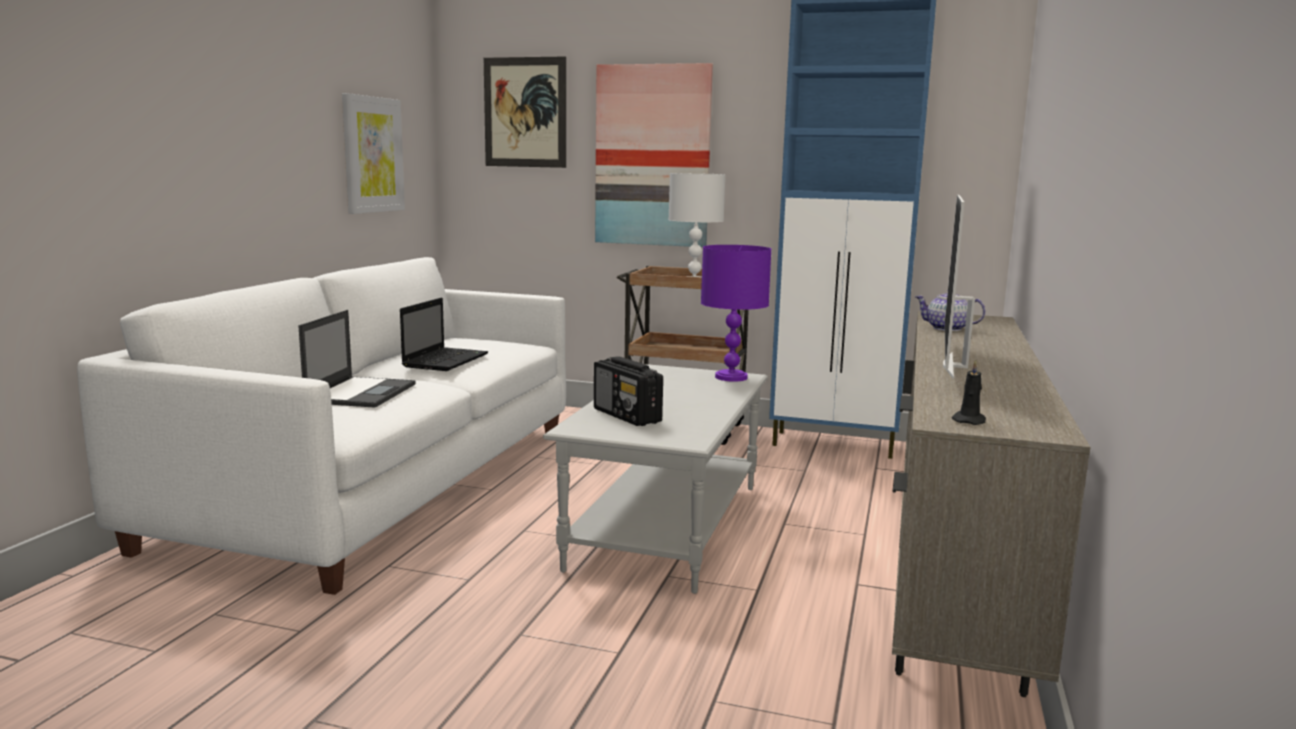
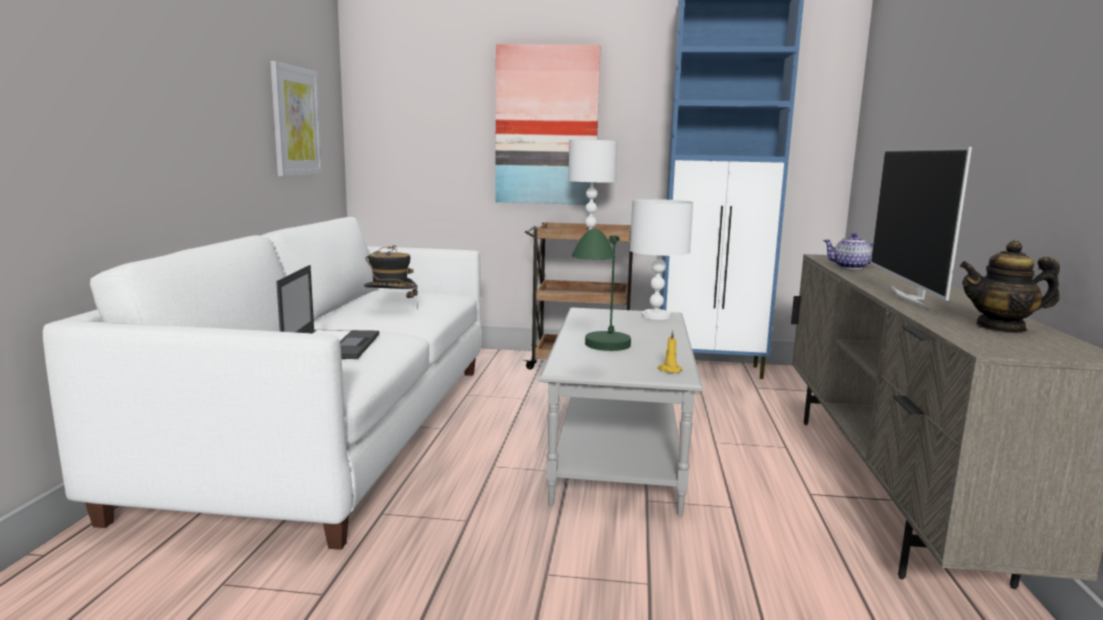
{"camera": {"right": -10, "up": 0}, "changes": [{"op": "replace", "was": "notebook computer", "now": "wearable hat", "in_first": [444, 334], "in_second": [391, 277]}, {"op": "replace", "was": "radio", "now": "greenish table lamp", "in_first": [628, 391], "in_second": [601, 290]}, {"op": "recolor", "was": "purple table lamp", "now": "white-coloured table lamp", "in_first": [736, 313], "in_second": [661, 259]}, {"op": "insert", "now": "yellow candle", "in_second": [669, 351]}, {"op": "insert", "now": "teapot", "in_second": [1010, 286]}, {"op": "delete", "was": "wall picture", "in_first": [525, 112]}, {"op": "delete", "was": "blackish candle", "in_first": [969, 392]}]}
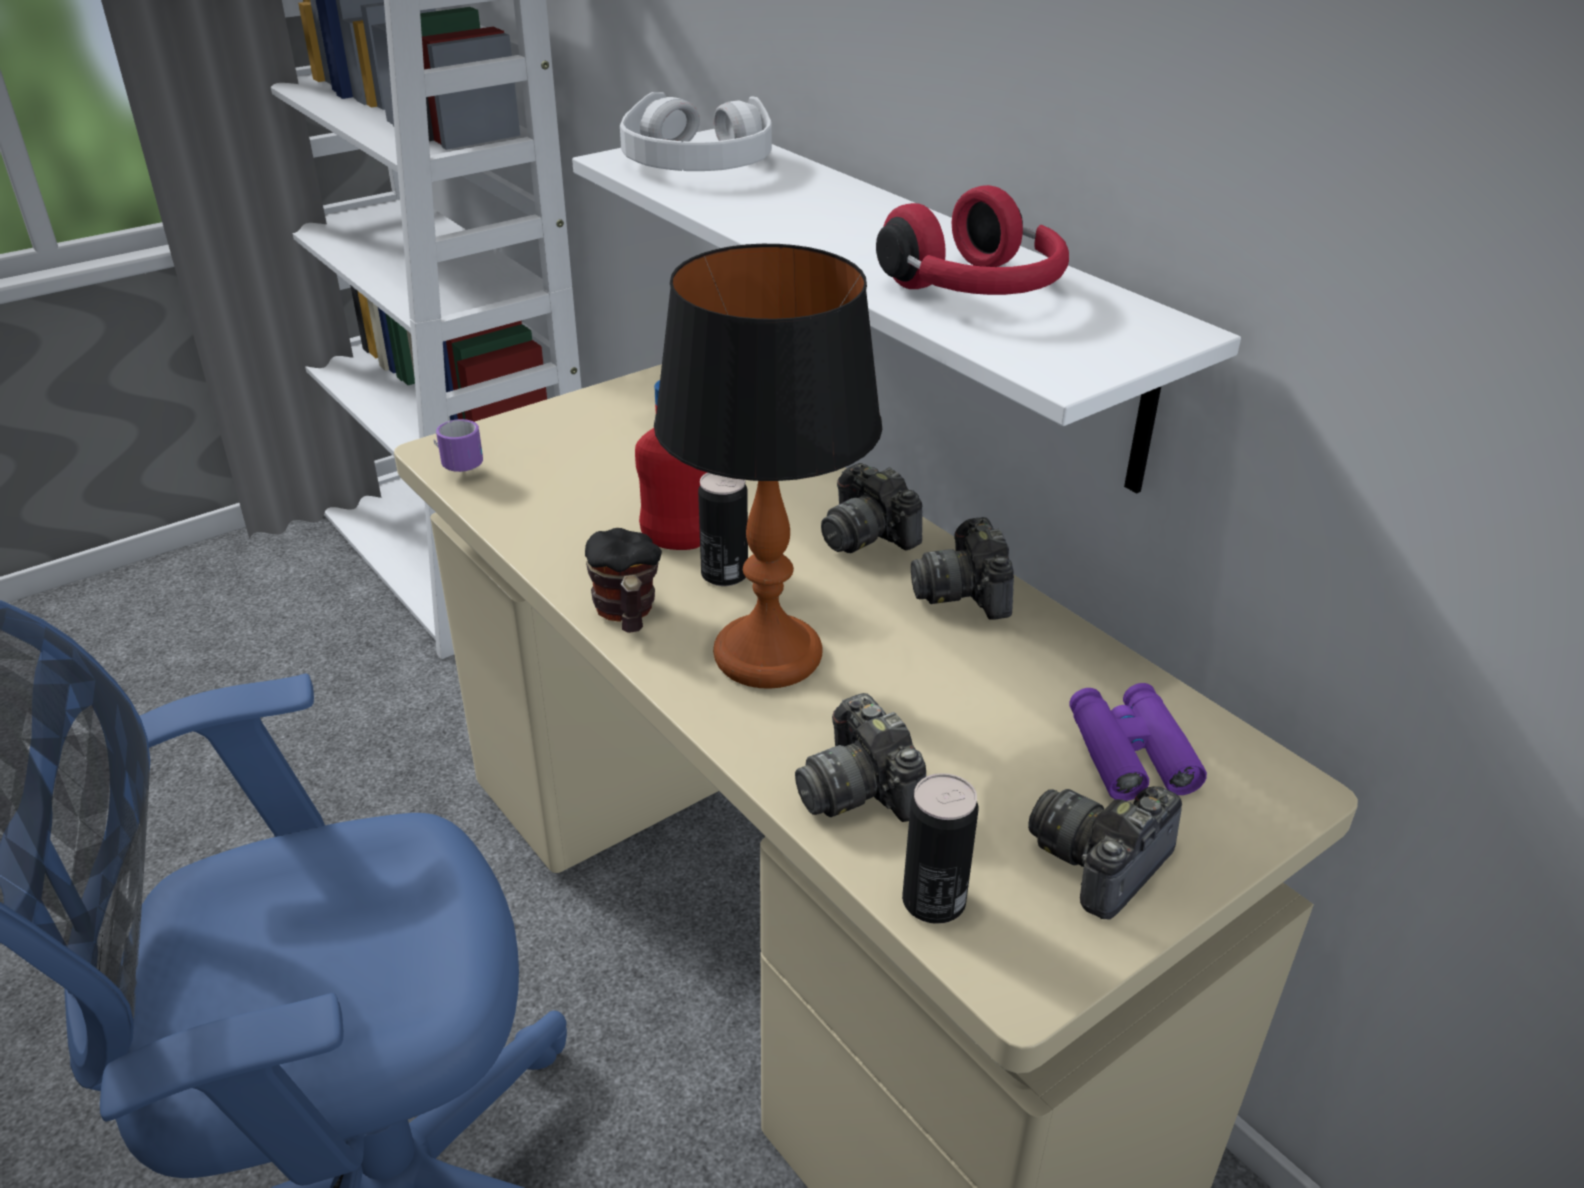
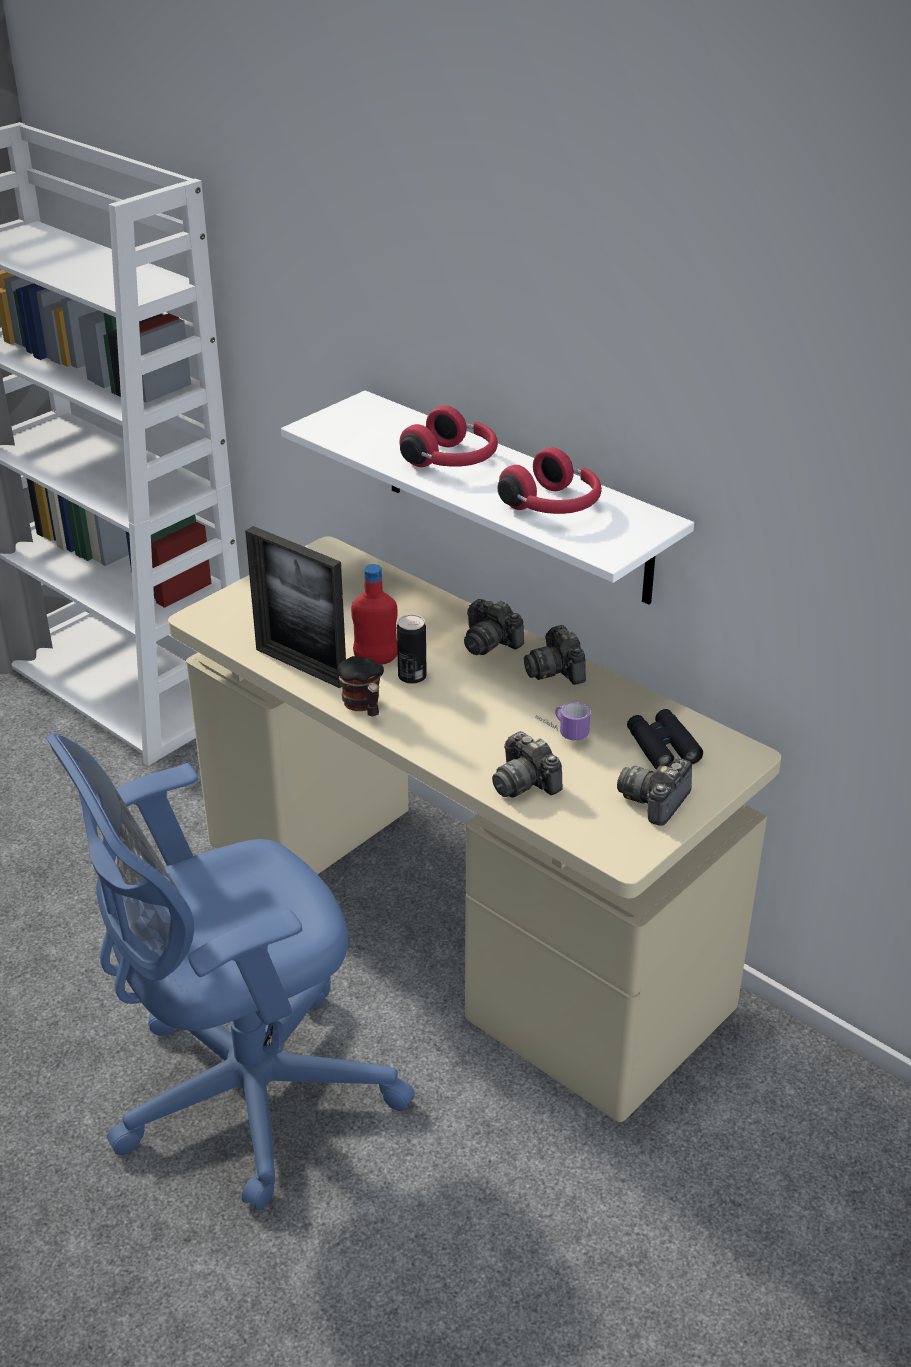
{"camera": {"right": -10, "up": 0}, "changes": [{"op": "insert", "now": "standing frame", "in_second": [295, 607]}, {"op": "insert", "now": "red pair of headphones", "in_second": [448, 436]}, {"op": "move", "was": "mug", "in_first": [458, 445], "in_second": [563, 721]}, {"op": "recolor", "was": "purple field glasses", "now": "blackish field glasses", "in_first": [1138, 742], "in_second": [665, 739]}, {"op": "delete", "was": "white-coloured pair of headphones", "in_first": [696, 131]}, {"op": "delete", "was": "table lamp", "in_first": [768, 466]}, {"op": "delete", "was": "metal can", "in_first": [940, 848]}]}
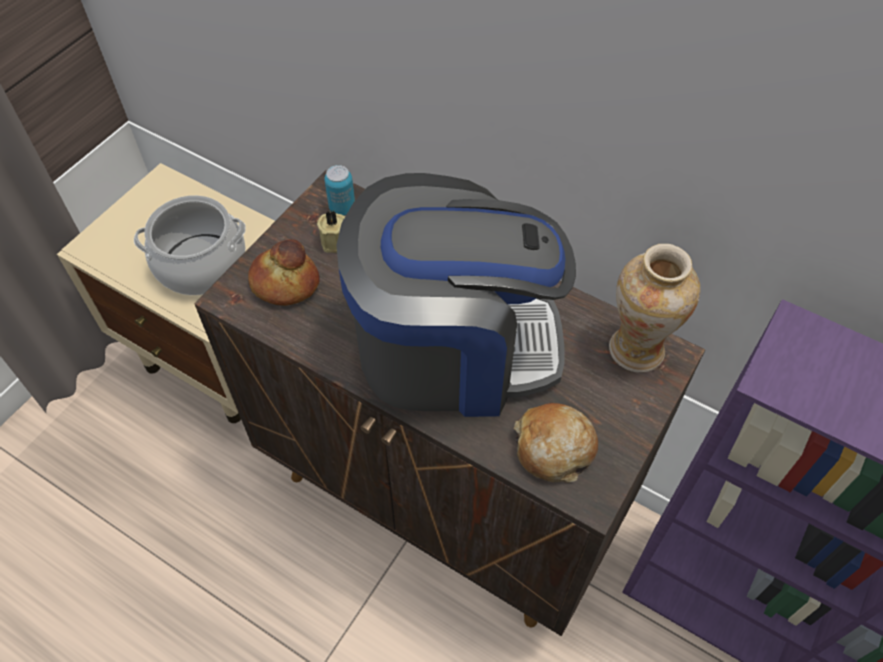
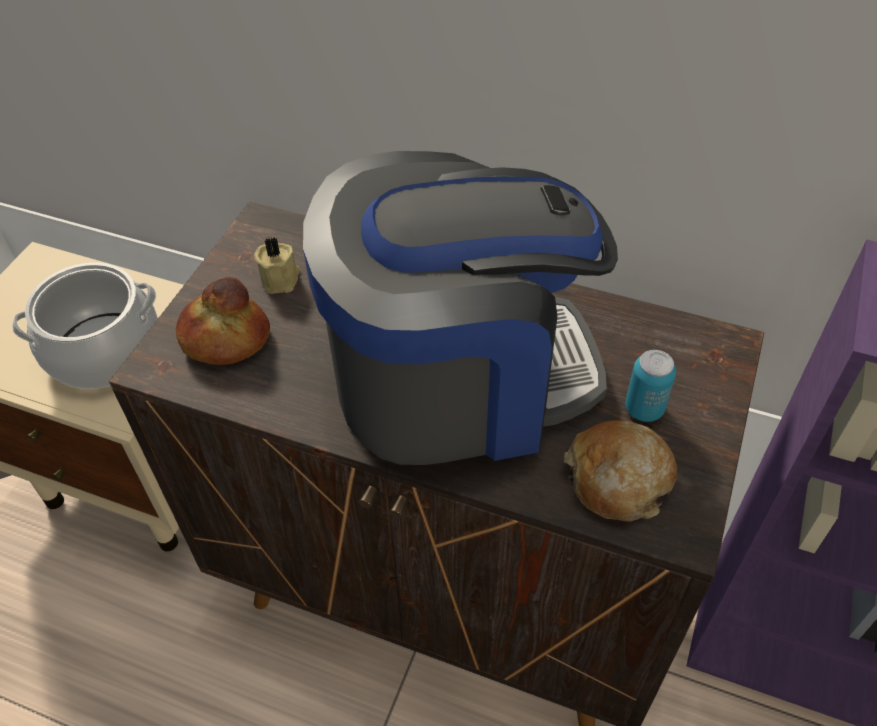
{"camera": {"right": -10, "up": -5}, "changes": [{"op": "move", "was": "metal can", "in_first": [339, 190], "in_second": [650, 386]}, {"op": "delete", "was": "flower vase", "in_first": [654, 308]}]}
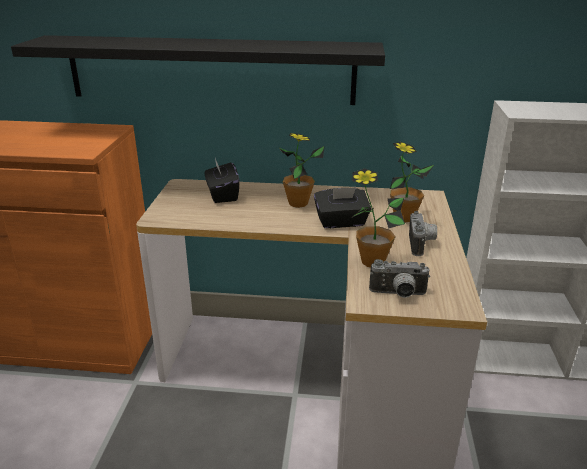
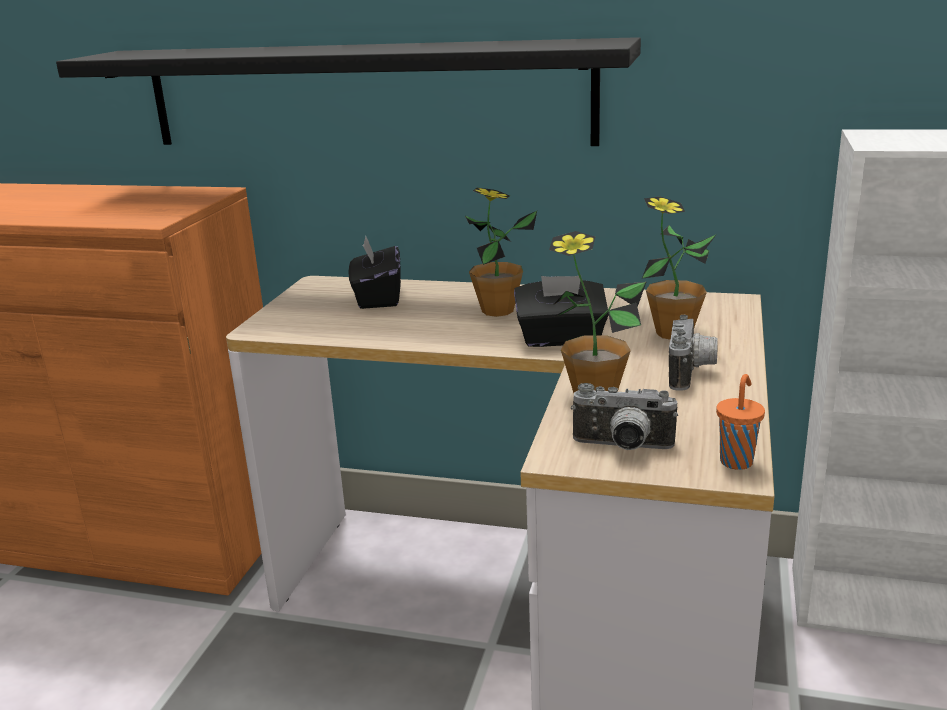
{"camera": {"right": 10, "up": -5}, "changes": [{"op": "insert", "now": "orange small cup", "in_second": [740, 422]}]}
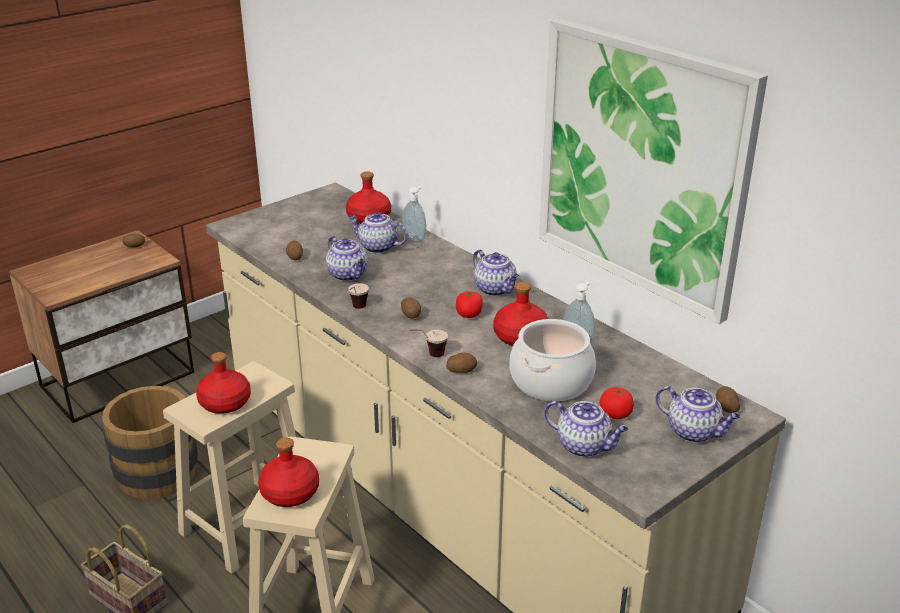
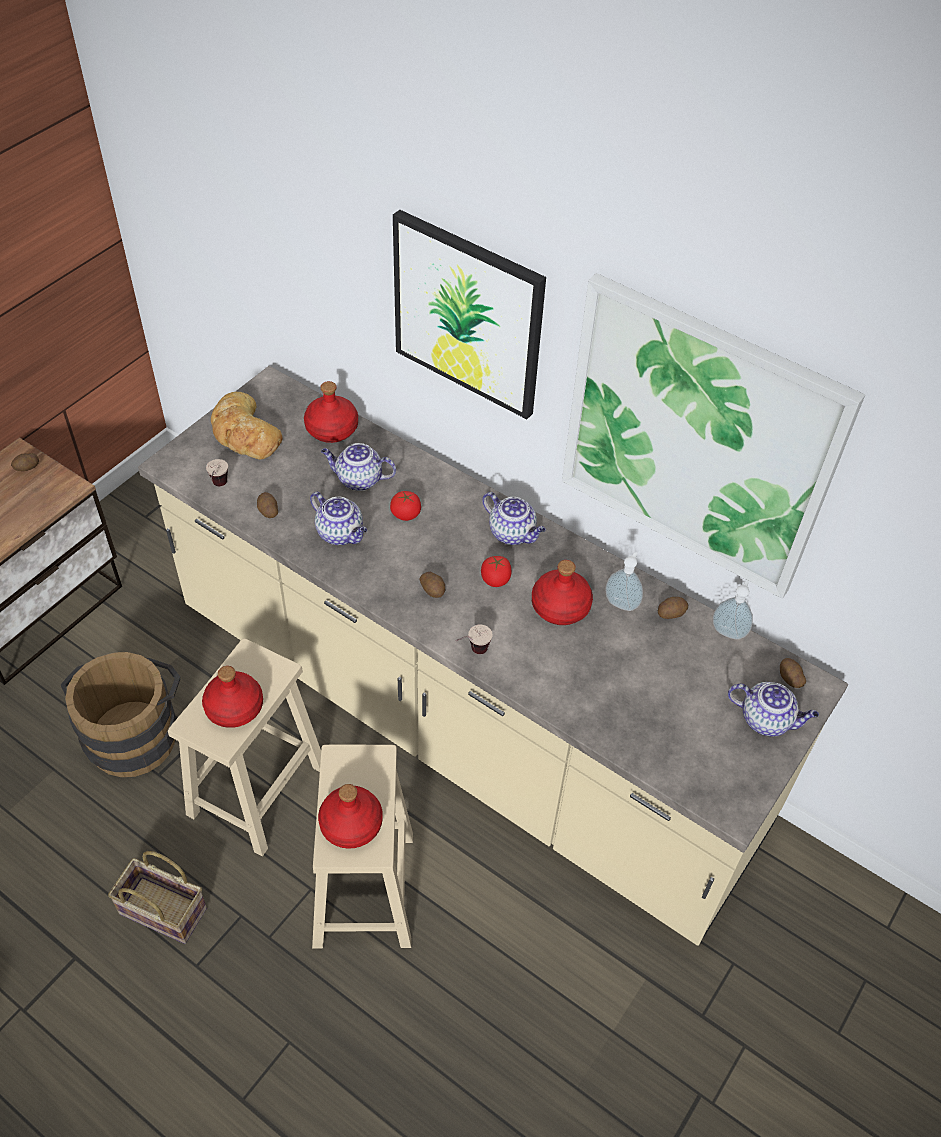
{"camera": {"right": -15, "up": 20}, "changes": [{"op": "move", "was": "small cup", "in_first": [358, 296], "in_second": [217, 472]}, {"op": "insert", "now": "baked bread", "in_second": [247, 425]}, {"op": "move", "was": "fresh tomato", "in_first": [617, 403], "in_second": [405, 506]}, {"op": "insert", "now": "wall picture", "in_second": [469, 314]}, {"op": "move", "was": "potato", "in_first": [462, 362], "in_second": [673, 608]}, {"op": "move", "was": "liquid soap bottle", "in_first": [414, 214], "in_second": [733, 610]}, {"op": "delete", "was": "cooking pot", "in_first": [553, 360]}, {"op": "delete", "was": "teapot", "in_first": [586, 429]}]}
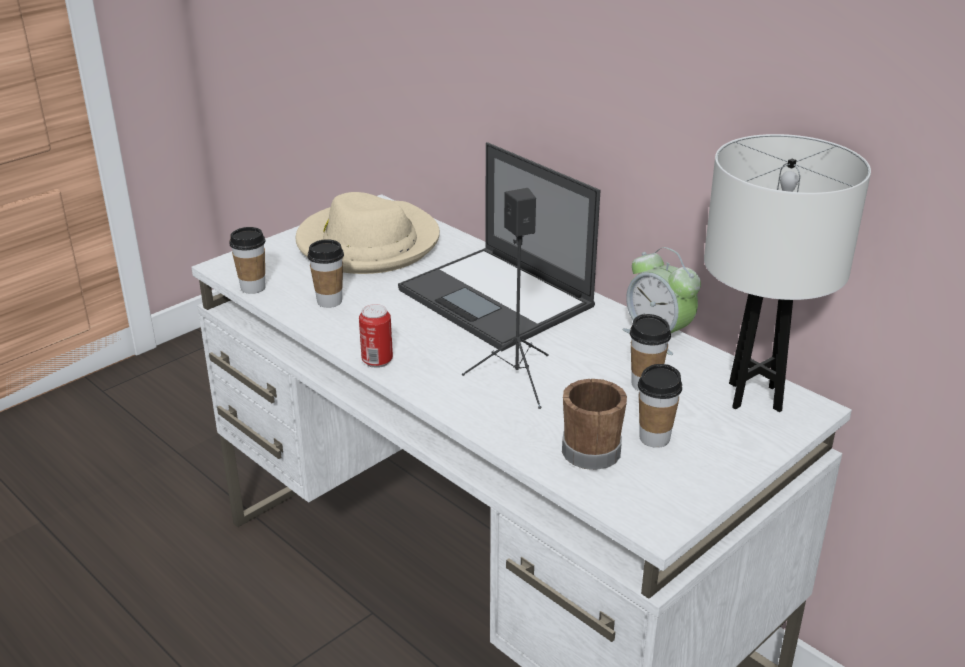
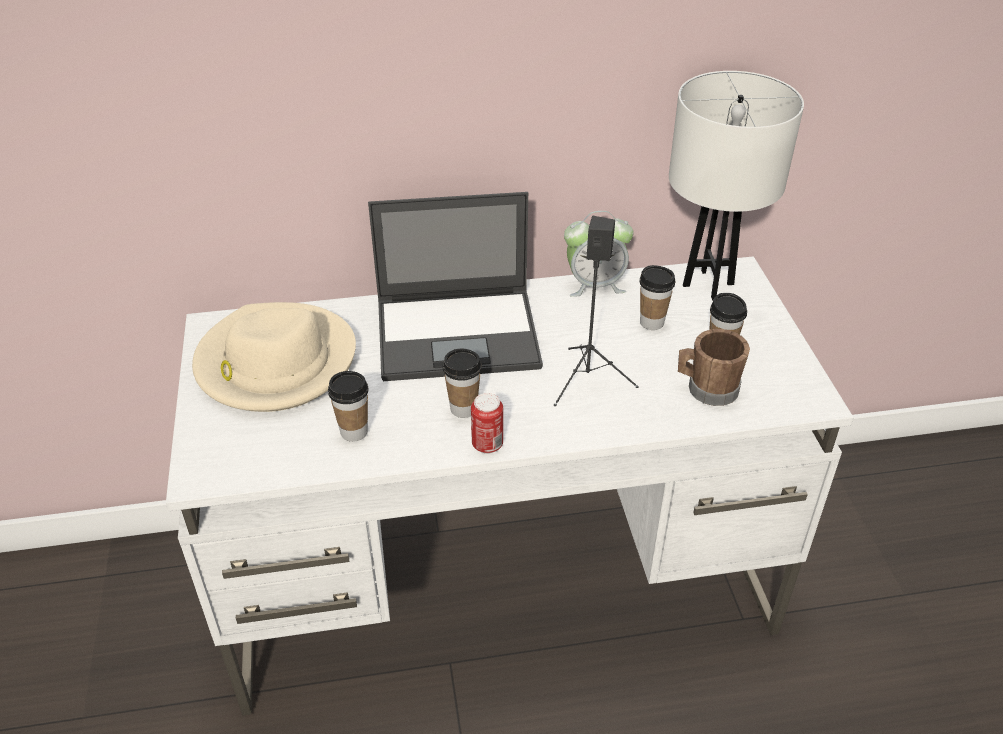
{"camera": {"right": -55, "up": 10}, "changes": [{"op": "move", "was": "small cup", "in_first": [247, 260], "in_second": [462, 383]}]}
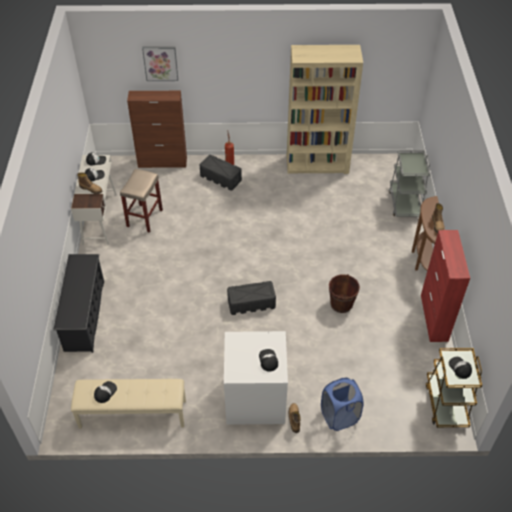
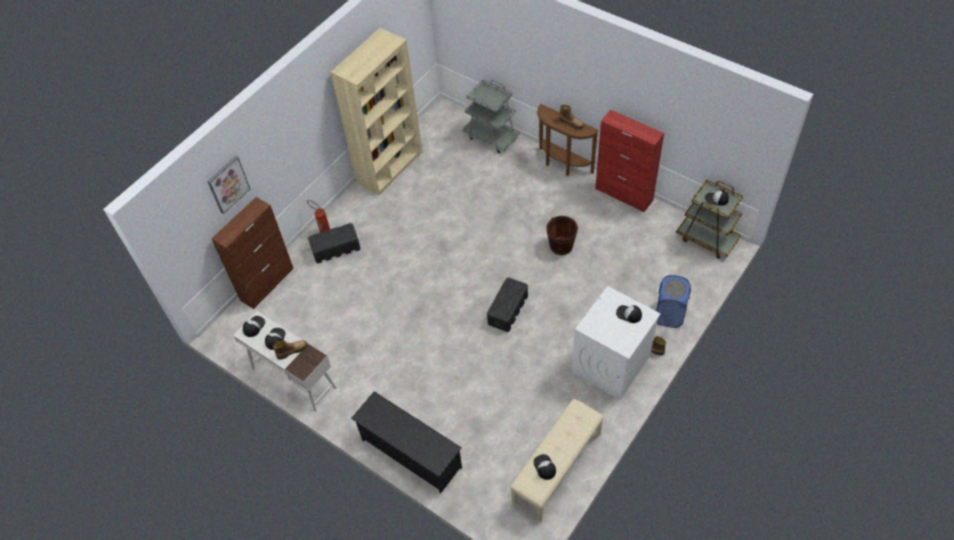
{"camera": {"right": -50, "up": 5}, "changes": [{"op": "delete", "was": "beige-coloured sitting stool", "in_first": [141, 201]}]}
